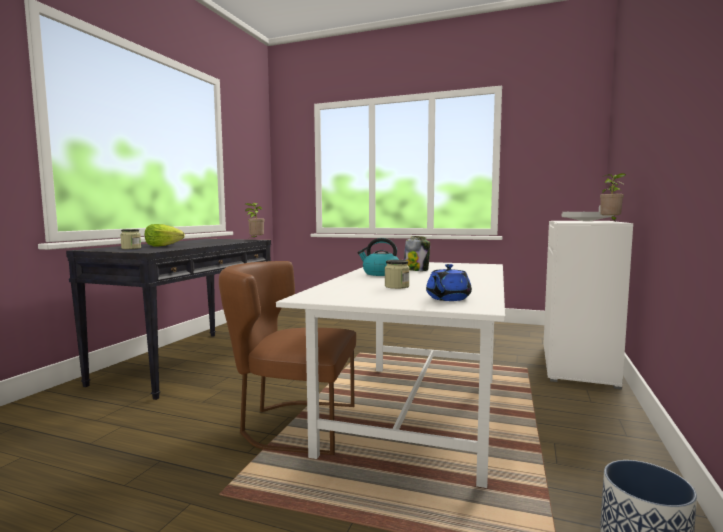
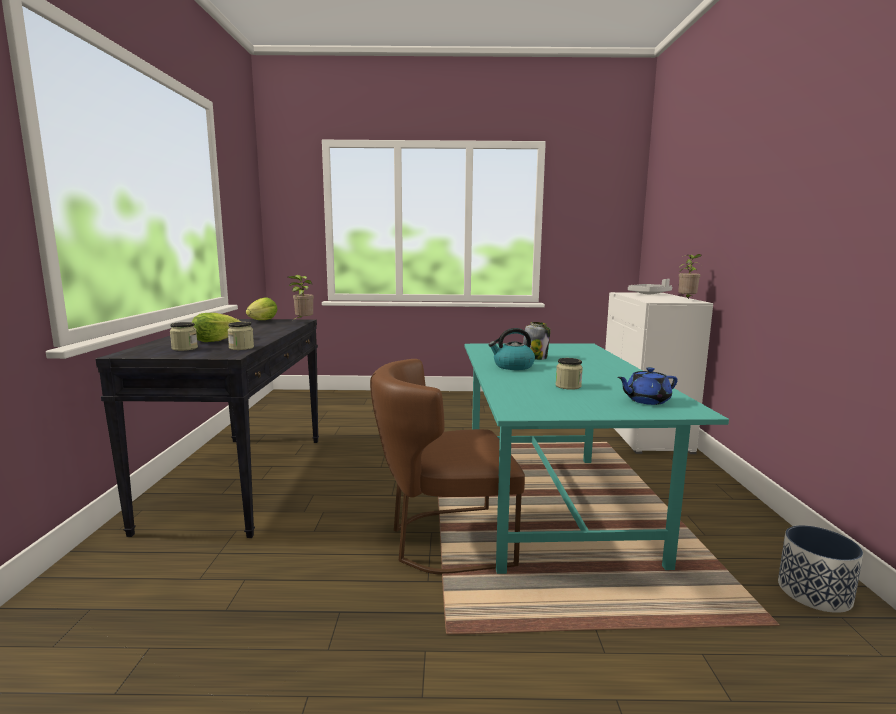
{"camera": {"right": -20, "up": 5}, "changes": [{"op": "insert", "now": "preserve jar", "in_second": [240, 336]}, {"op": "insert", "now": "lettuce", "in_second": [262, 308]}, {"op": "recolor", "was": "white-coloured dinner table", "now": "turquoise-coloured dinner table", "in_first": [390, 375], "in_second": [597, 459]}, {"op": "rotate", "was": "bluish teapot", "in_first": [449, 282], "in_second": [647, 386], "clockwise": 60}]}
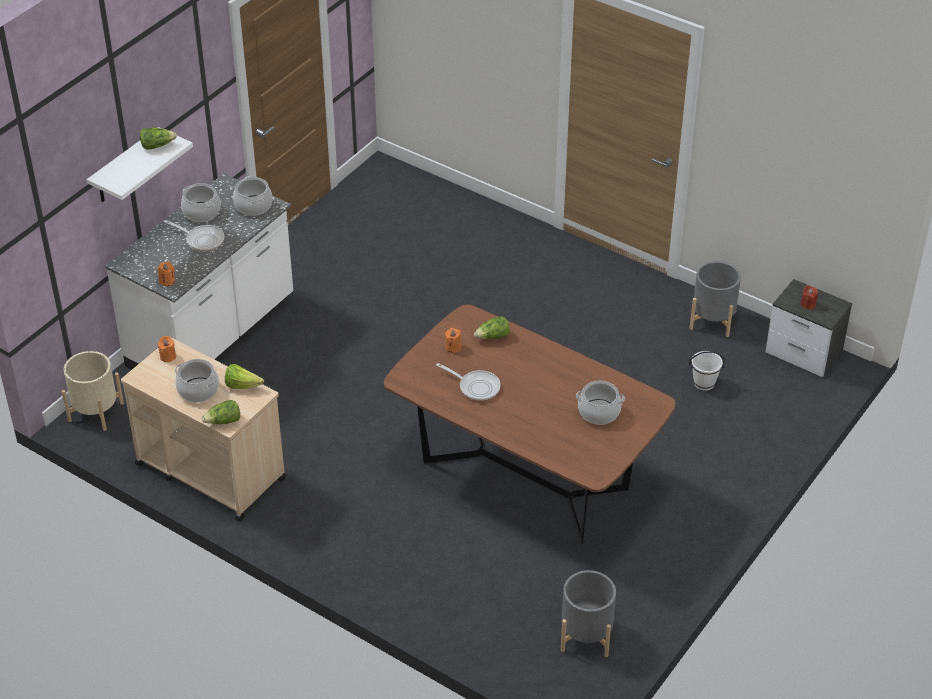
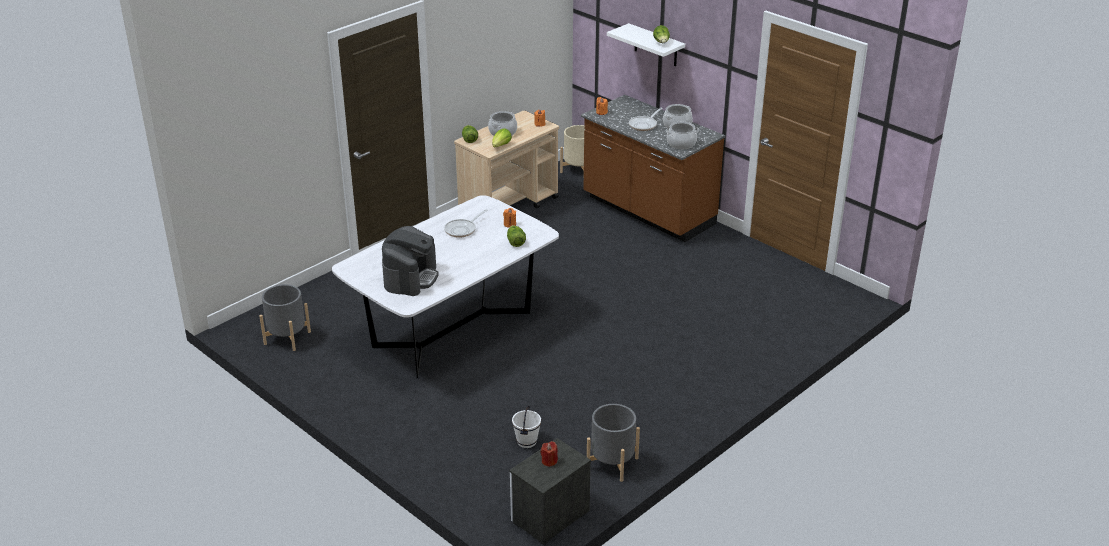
{"camera": {"right": 100, "up": -10}, "changes": [{"op": "recolor", "was": "brownish dinner table", "now": "white-coloured dinner table", "in_first": [529, 424], "in_second": [445, 286]}, {"op": "replace", "was": "cooking pot", "now": "coffee maker", "in_first": [600, 403], "in_second": [410, 261]}, {"op": "recolor", "was": "white-coloured kitchen base unit", "now": "brownish kitchen base unit", "in_first": [199, 272], "in_second": [653, 168]}]}
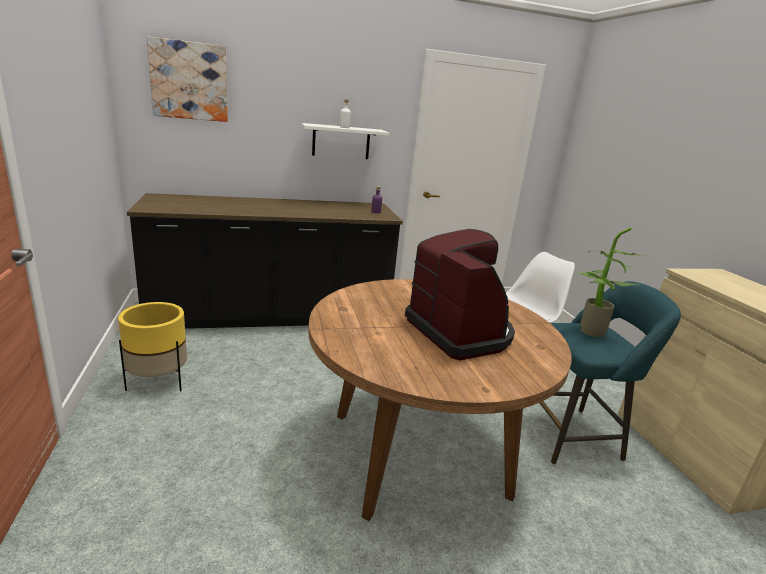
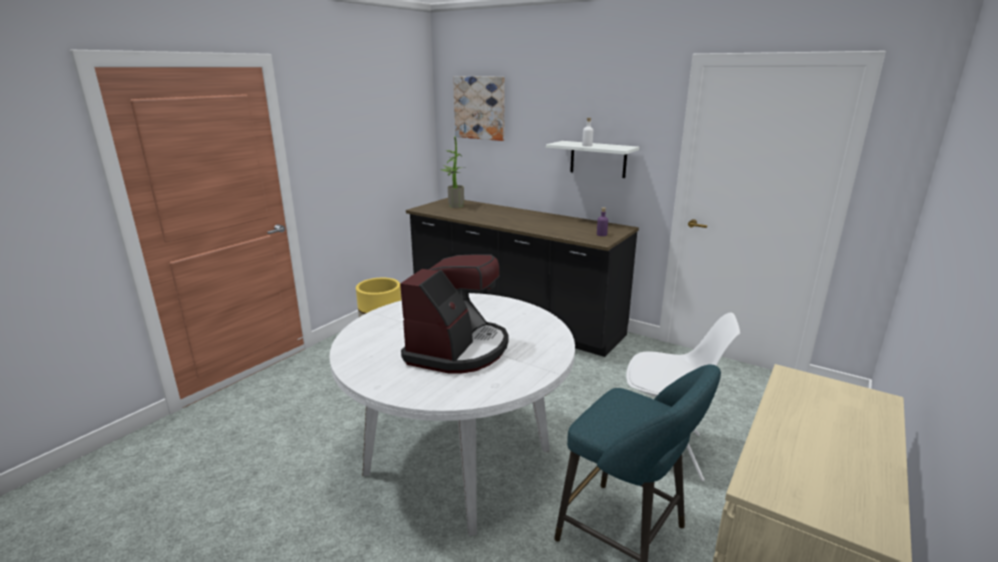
{"camera": {"right": 50, "up": 0}, "changes": [{"op": "recolor", "was": "brownish dinner table", "now": "white-coloured dinner table", "in_first": [440, 400], "in_second": [452, 414]}, {"op": "move", "was": "potted plant", "in_first": [612, 282], "in_second": [452, 172]}]}
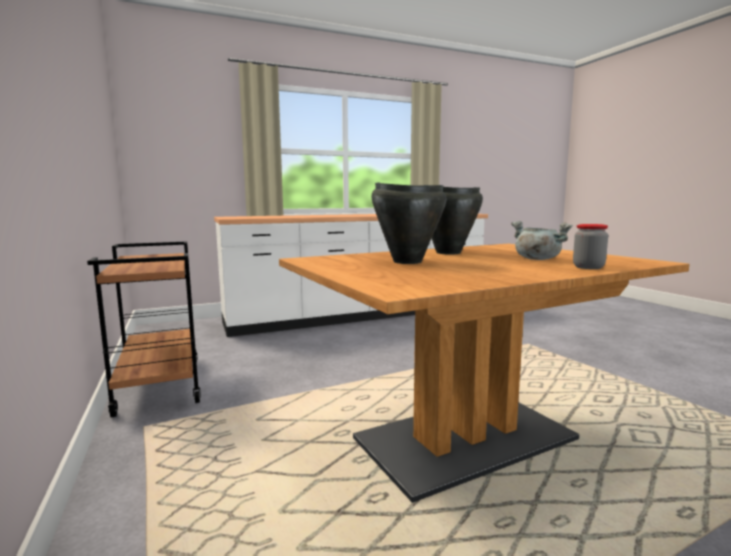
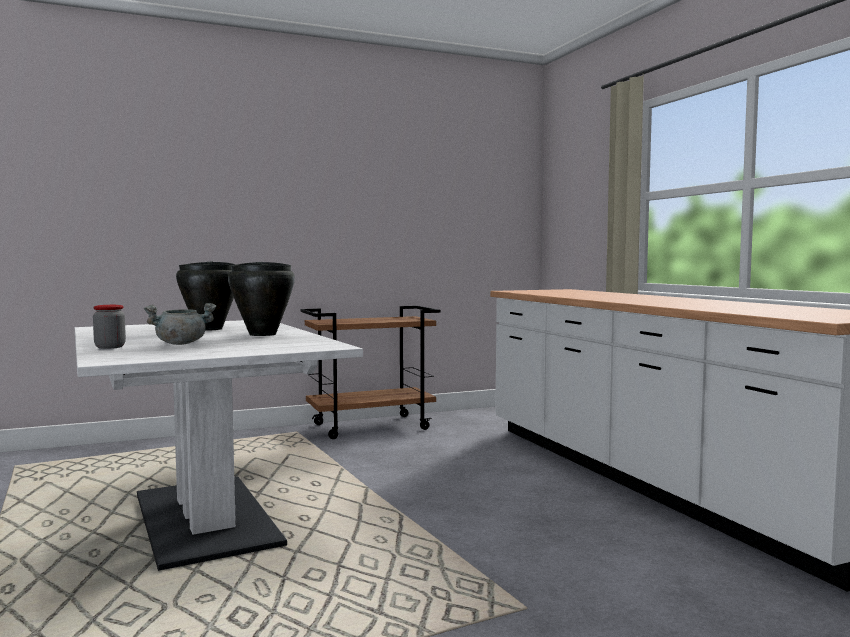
{"camera": {"right": 90, "up": -5}, "changes": [{"op": "recolor", "was": "brownish dinner table", "now": "white-coloured dinner table", "in_first": [484, 373], "in_second": [219, 445]}]}
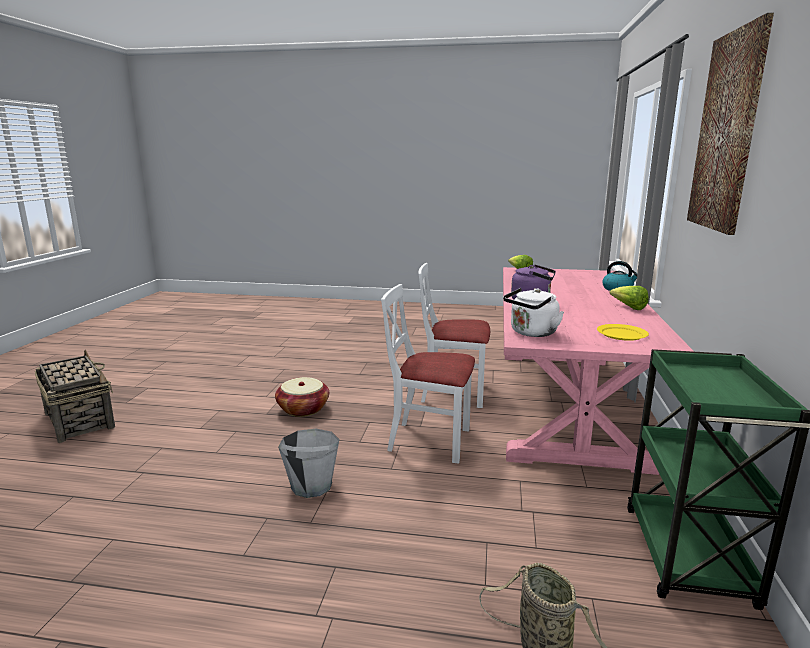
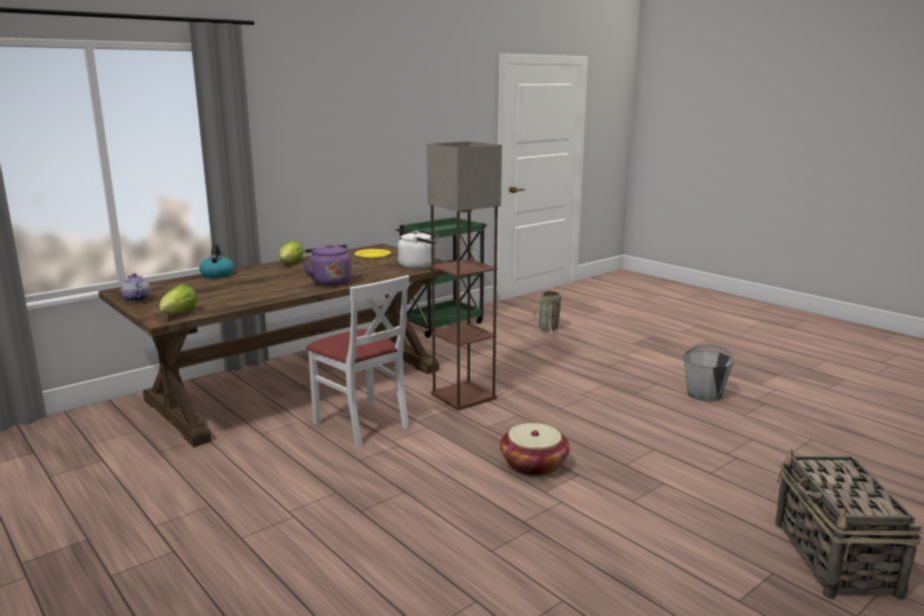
{"camera": {"right": -140, "up": 0}, "changes": [{"op": "recolor", "was": "pink-coloured dinner table", "now": "brownish dinner table", "in_first": [598, 371], "in_second": [273, 345]}, {"op": "insert", "now": "teapot", "in_second": [136, 287]}, {"op": "replace", "was": "white-coloured plain chair", "now": "floor lamp", "in_first": [428, 374], "in_second": [464, 276]}, {"op": "move", "was": "grey bucket", "in_first": [309, 463], "in_second": [708, 373]}, {"op": "delete", "was": "wall picture", "in_first": [730, 124]}]}
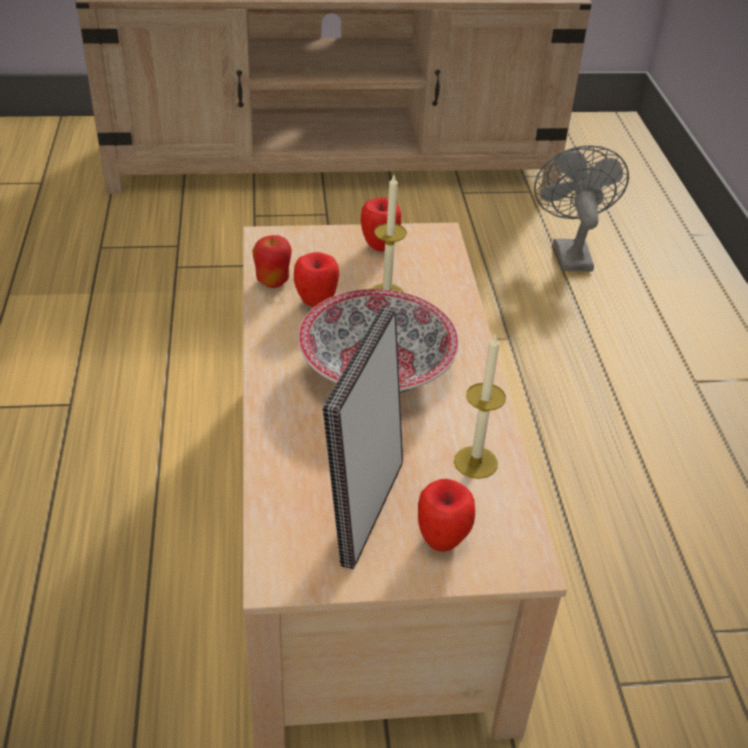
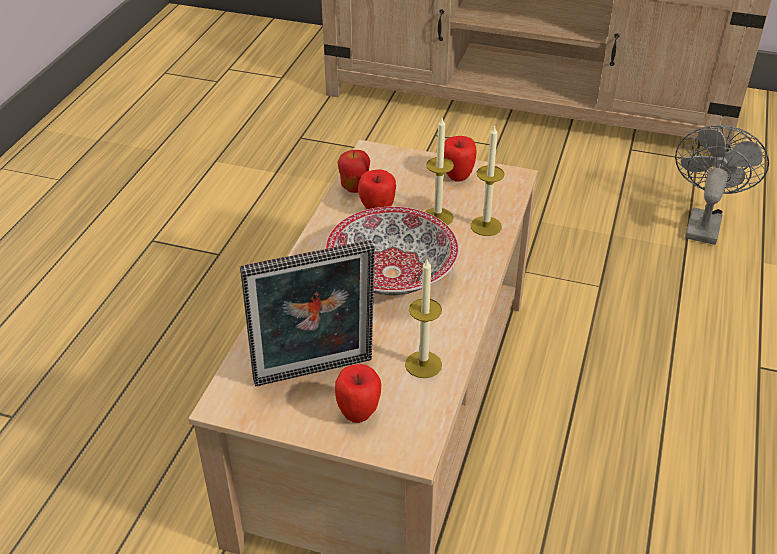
{"camera": {"right": 25, "up": 0}, "changes": [{"op": "rotate", "was": "standing frame", "in_first": [363, 438], "in_second": [307, 313], "clockwise": -150}, {"op": "insert", "now": "candle", "in_second": [487, 180]}]}
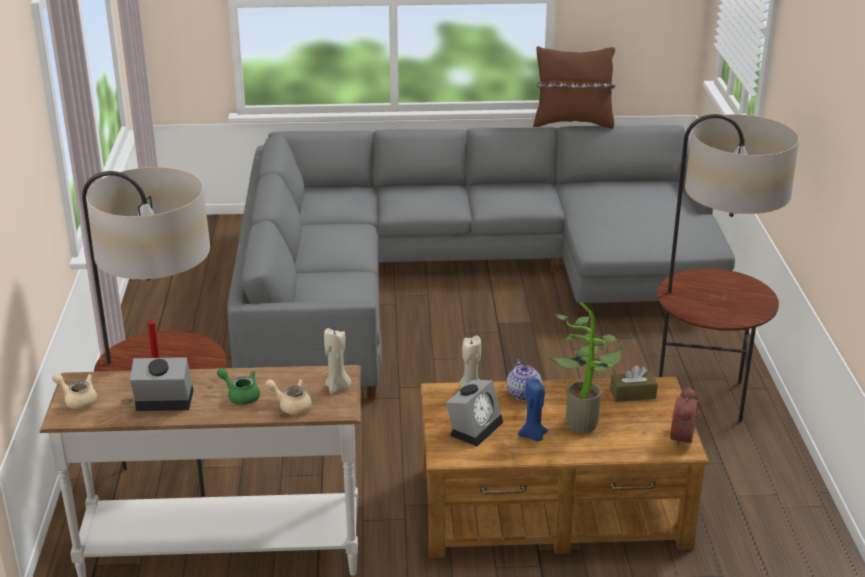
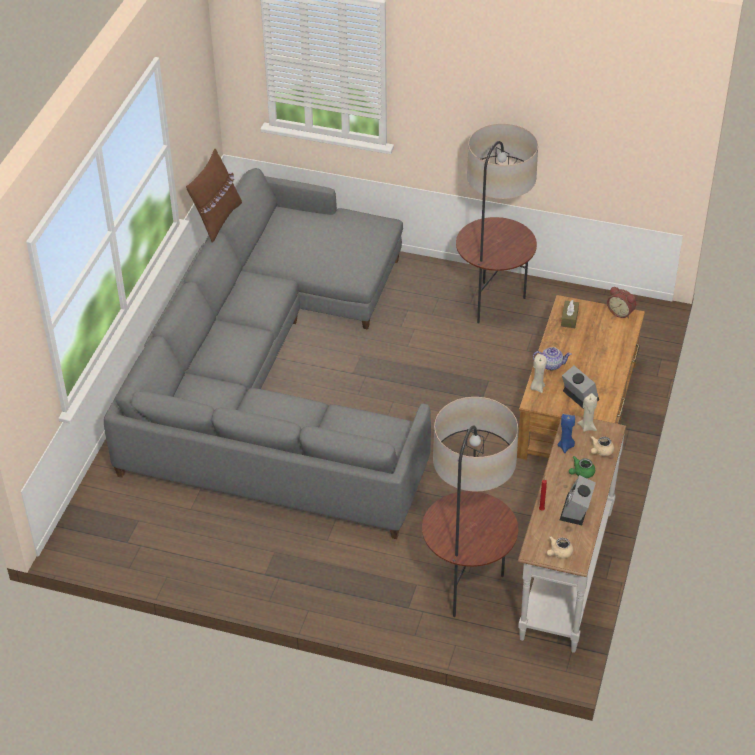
{"camera": {"right": -70, "up": 15}, "changes": [{"op": "move", "was": "bluish candle", "in_first": [533, 410], "in_second": [566, 433]}, {"op": "delete", "was": "potted plant", "in_first": [586, 367]}]}
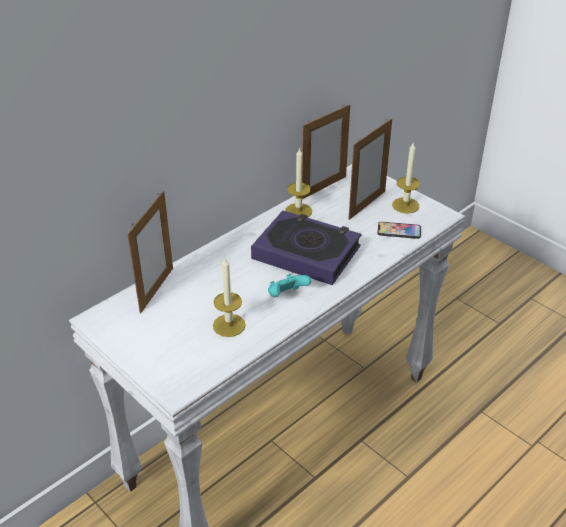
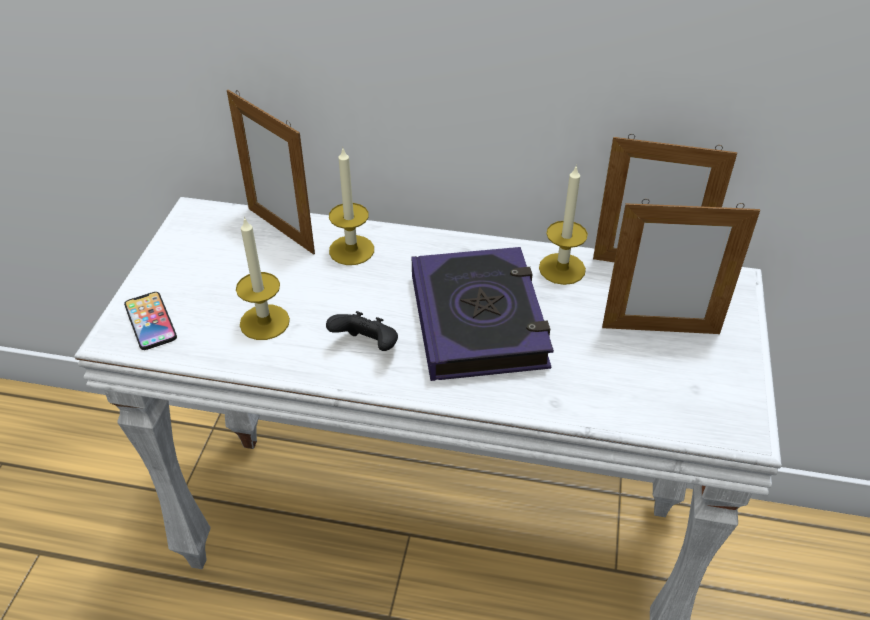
{"camera": {"right": 55, "up": 5}, "changes": [{"op": "move", "was": "telephone", "in_first": [399, 230], "in_second": [150, 321]}, {"op": "rotate", "was": "standing frame", "in_first": [150, 252], "in_second": [271, 172], "clockwise": 60}, {"op": "recolor", "was": "turquoise-coloured gamepad", "now": "blackish gamepad", "in_first": [289, 285], "in_second": [362, 331]}, {"op": "move", "was": "candle", "in_first": [406, 178], "in_second": [351, 206]}]}
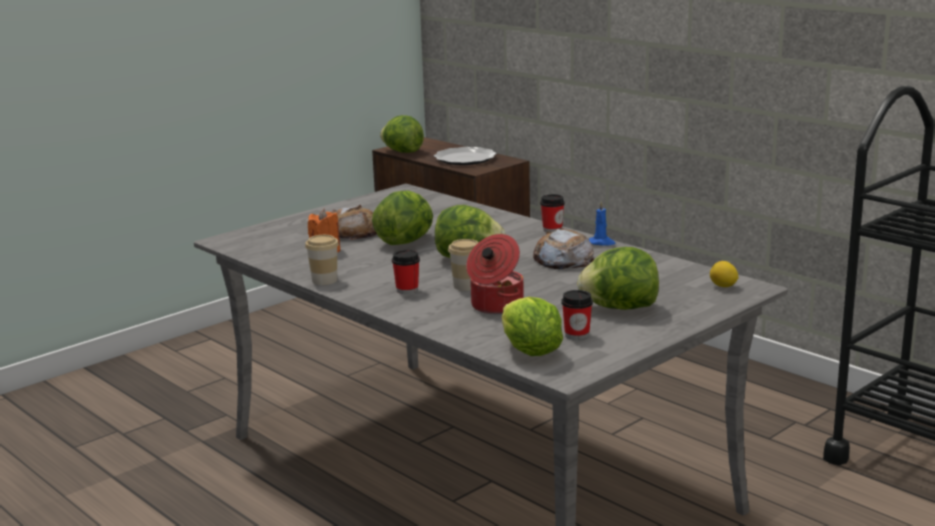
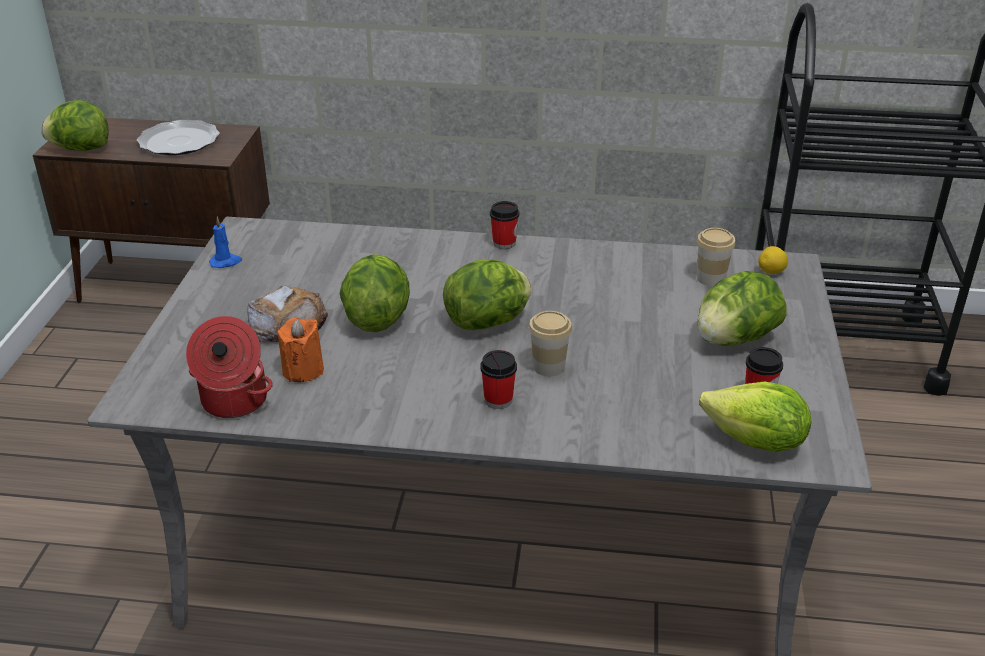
{"camera": {"right": -40, "up": 15}, "changes": [{"op": "move", "was": "cooking pot", "in_first": [495, 274], "in_second": [229, 367]}, {"op": "move", "was": "bluish candle", "in_first": [602, 223], "in_second": [225, 242]}, {"op": "move", "was": "small cup", "in_first": [322, 260], "in_second": [716, 257]}, {"op": "delete", "was": "baked bread", "in_first": [563, 248]}]}
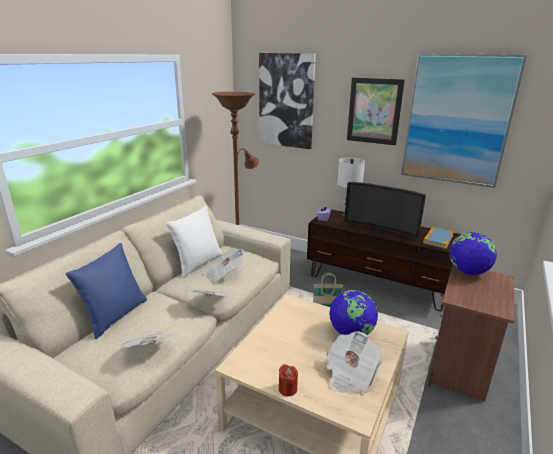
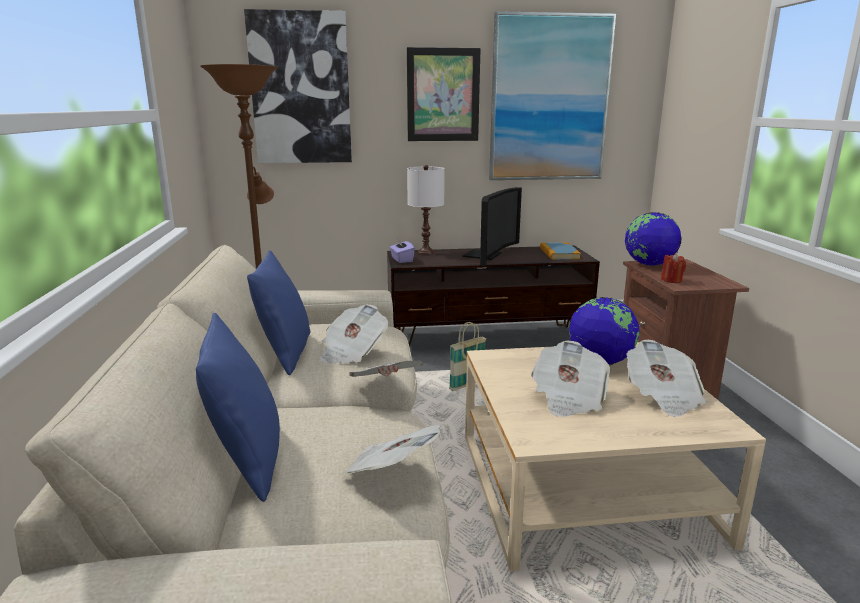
{"camera": {"right": -35, "up": -5}, "changes": [{"op": "recolor", "was": "white-coloured pillow", "now": "bluish pillow", "in_first": [194, 242], "in_second": [278, 312]}, {"op": "rotate", "was": "television", "in_first": [385, 210], "in_second": [492, 226], "clockwise": -60}, {"op": "insert", "now": "printed paper", "in_second": [571, 379]}, {"op": "move", "was": "red candle", "in_first": [288, 380], "in_second": [673, 268]}]}
